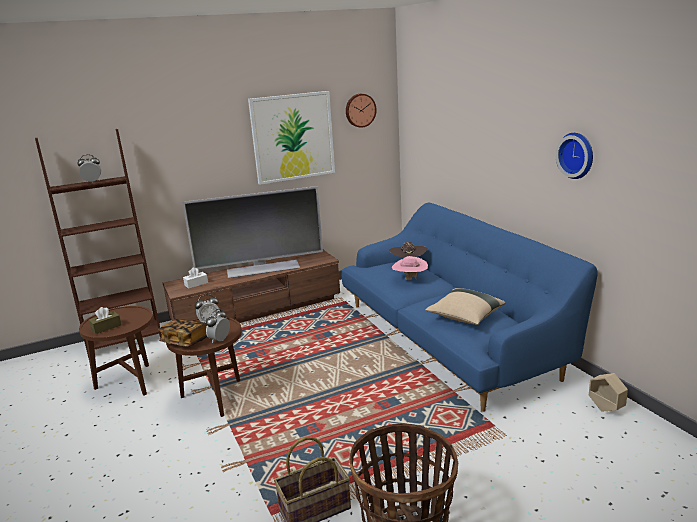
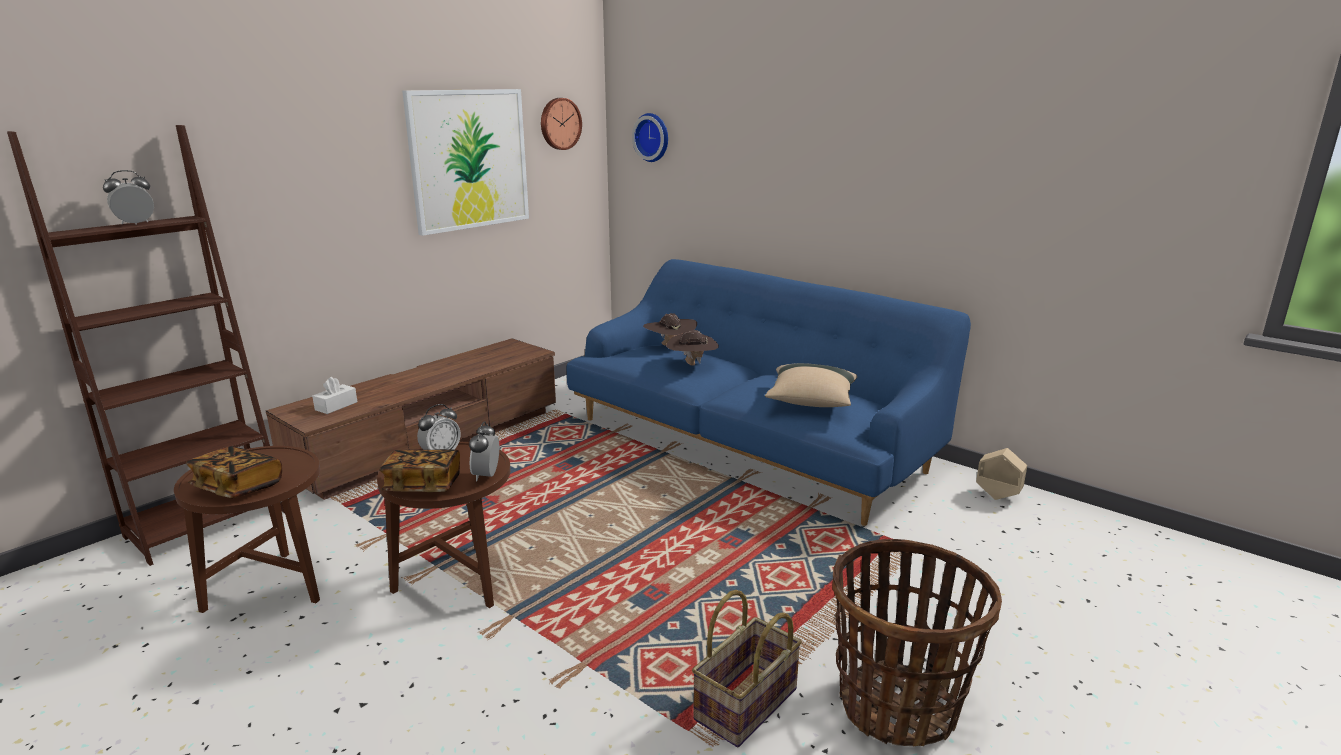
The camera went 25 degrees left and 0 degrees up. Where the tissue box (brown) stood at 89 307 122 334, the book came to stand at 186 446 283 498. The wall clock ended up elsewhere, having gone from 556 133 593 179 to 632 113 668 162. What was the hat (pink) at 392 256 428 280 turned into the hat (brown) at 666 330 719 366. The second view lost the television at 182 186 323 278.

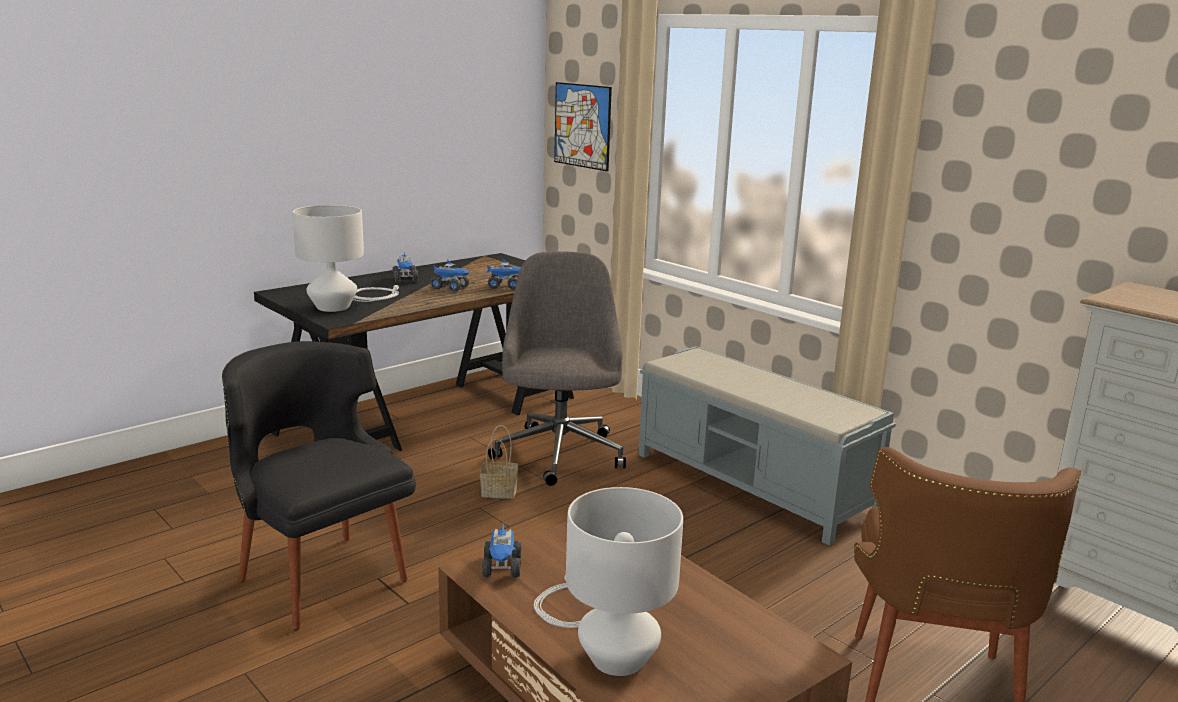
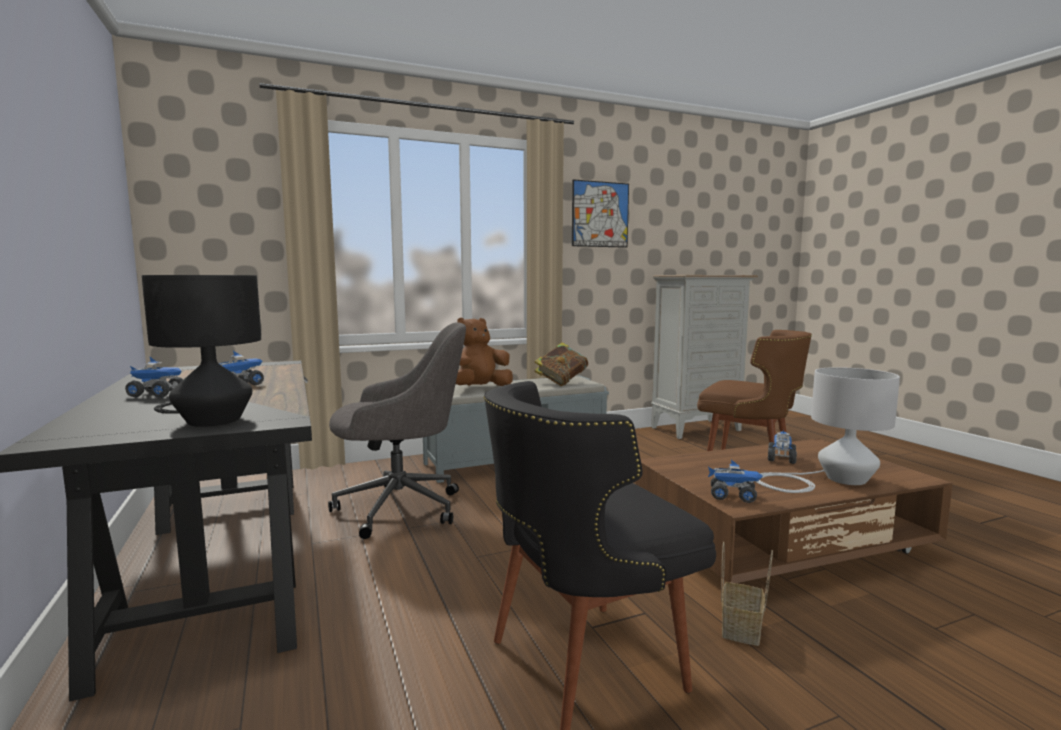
The camera went 70 degrees left and 10 degrees down. What was the table lamp (white) at 292 205 399 312 turned into the table lamp (black) at 142 275 261 427. The office chair (grey) at 488 251 626 486 ended up facing another way, 150 degrees clockwise from before. The second view gained the plush toy (brown) at 456 317 513 386. The second view gained the book at 534 342 588 386. The picture ended up elsewhere, having gone from 554 82 612 171 to 572 179 629 248. The basket ended up elsewhere, having gone from 480 425 518 499 to 721 542 773 646. The toy truck ended up elsewhere, having gone from 487 258 521 290 to 768 430 797 464.

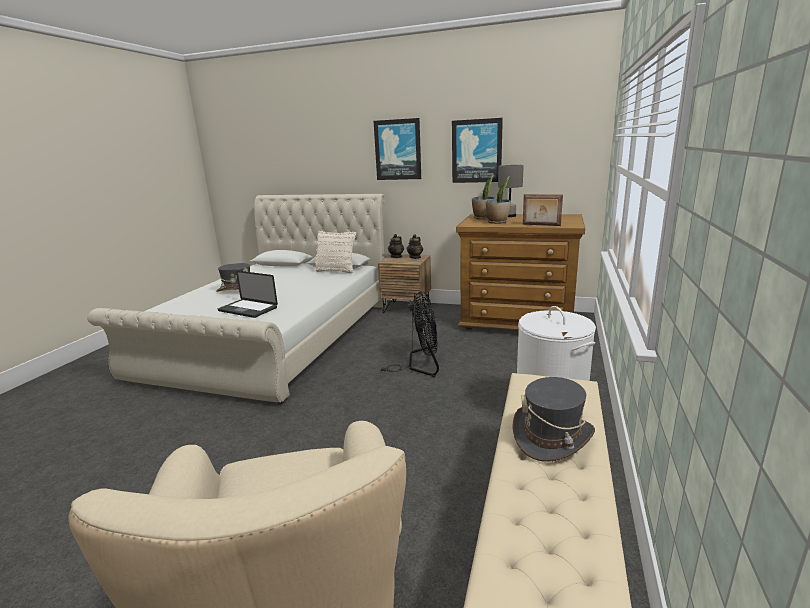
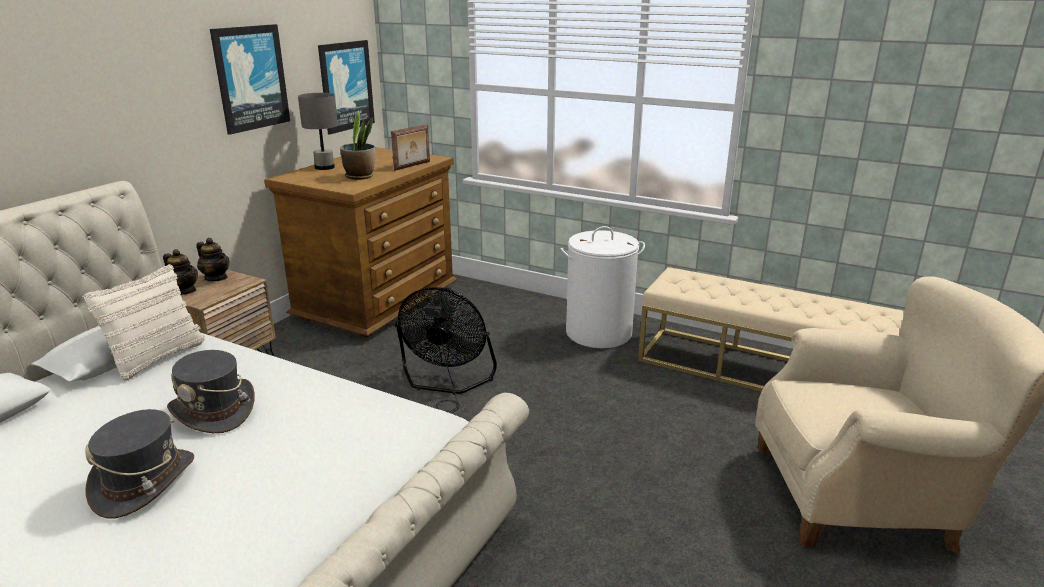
The camera went 80 degrees left and 5 degrees up. The hat (grey) ended up elsewhere, having gone from 513 377 595 462 to 167 350 255 433. The picture ended up elsewhere, having gone from 374 118 421 180 to 318 40 375 135. The second view lost the laptop at 218 271 278 318. The second view lost the potted plant at 472 174 495 220.

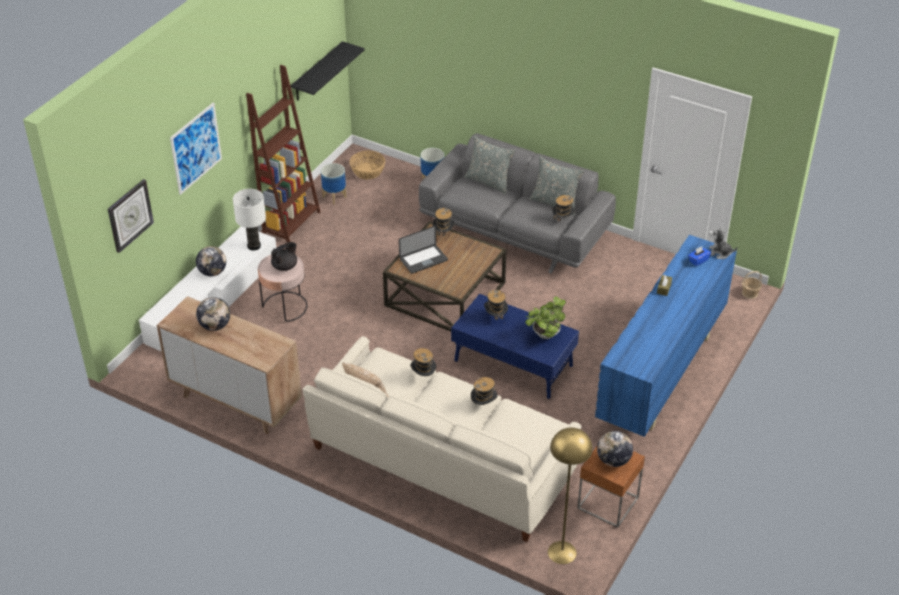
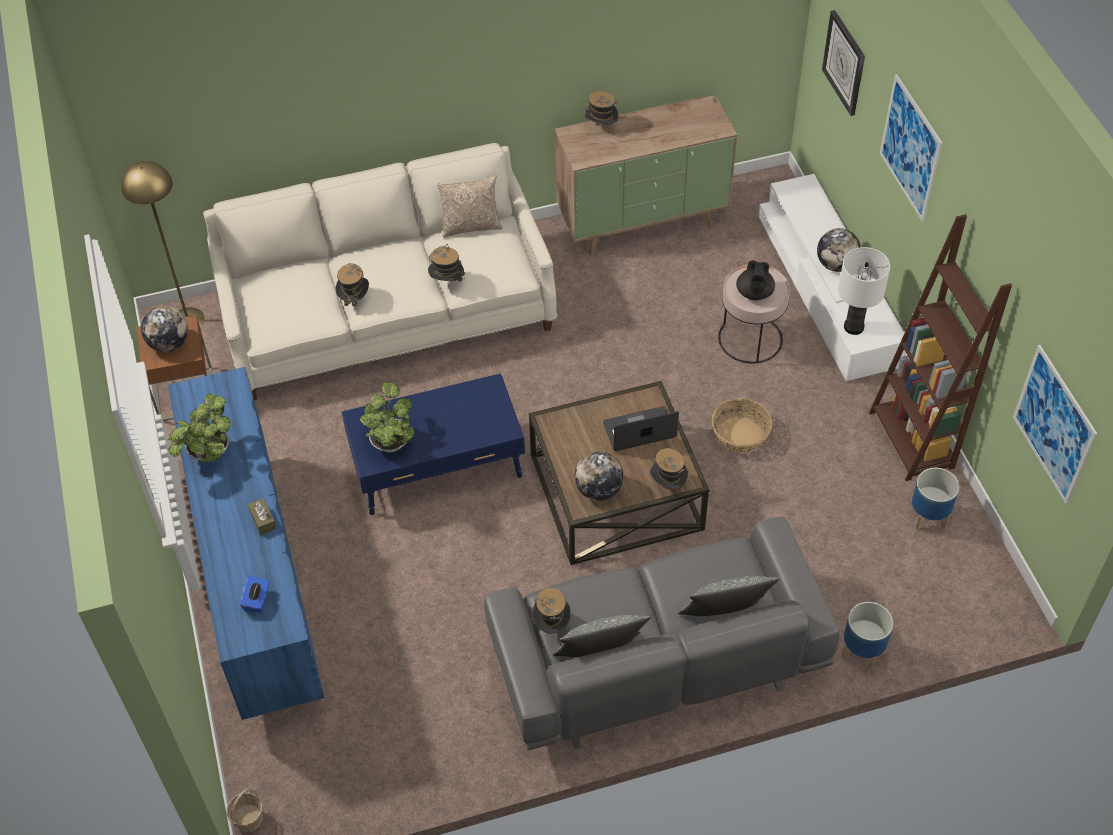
The camera went 135 degrees right and 10 degrees up. The second view gained the potted plant at 168 394 231 463. The globe ended up elsewhere, having gone from 196 297 230 331 to 574 452 623 501. The hat ended up elsewhere, having gone from 484 290 508 320 to 584 91 618 127. The laptop at 399 226 448 274 ended up facing another way, 60 degrees clockwise from before. The basket ended up elsewhere, having gone from 349 151 385 179 to 712 398 772 453. Where the shelf (black) hung at 291 41 365 101, the picture came to hang at 1013 345 1097 504. The second view lost the plush toy at 709 226 738 259.

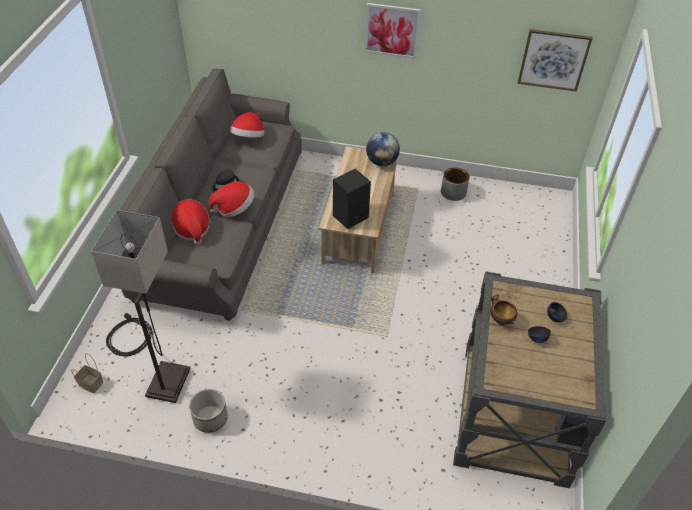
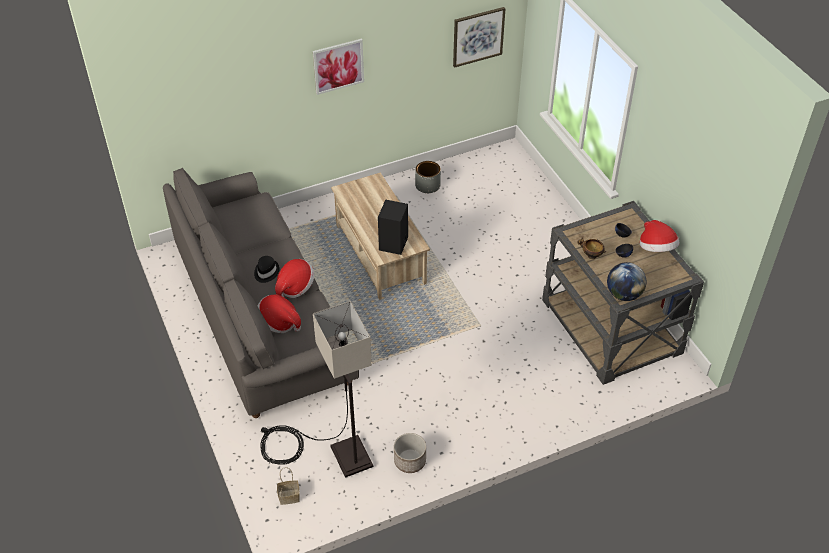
The camera went 35 degrees left and 0 degrees up. The globe ended up elsewhere, having gone from 366 132 400 166 to 607 262 646 301. The hat ended up elsewhere, having gone from 230 112 264 138 to 640 220 680 252.

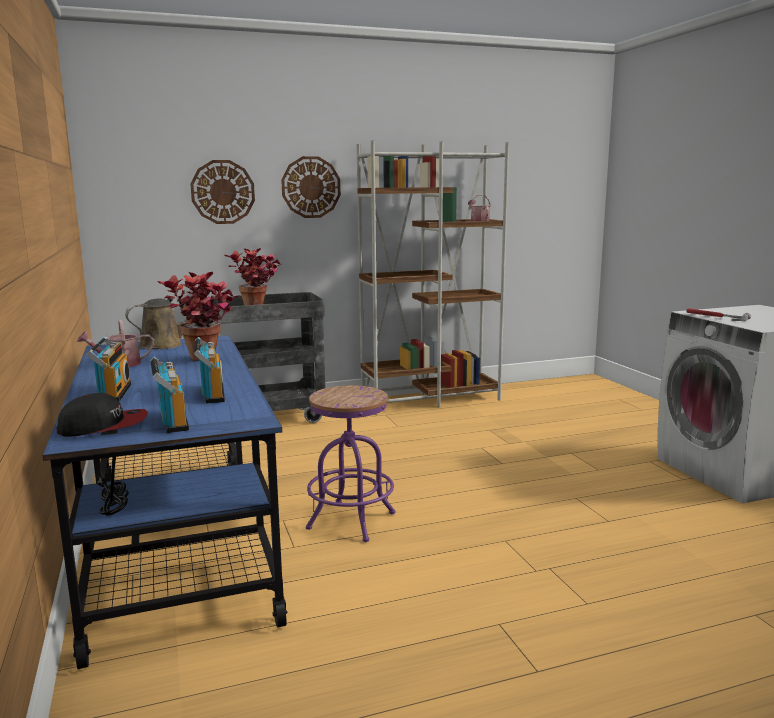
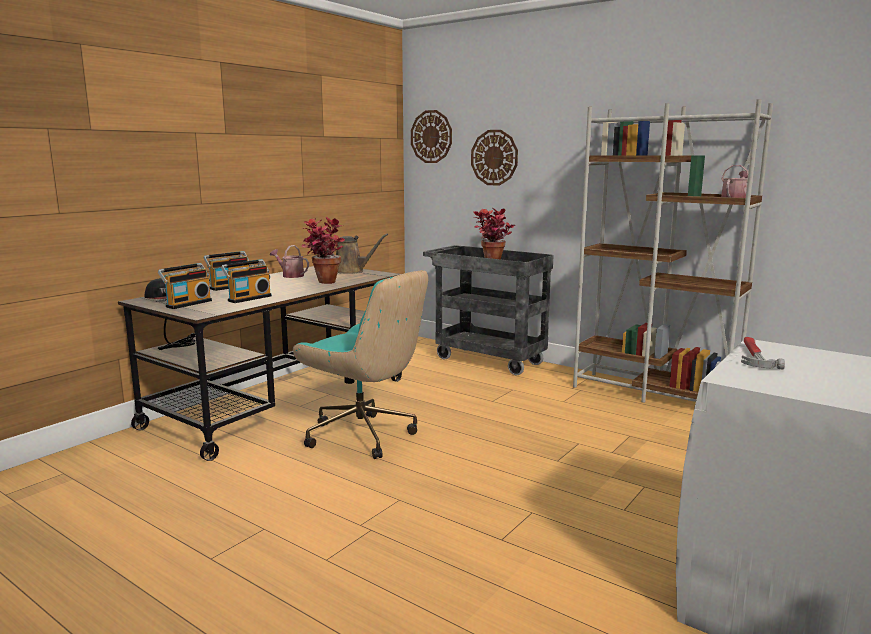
The camera went 55 degrees right and 0 degrees up. What was the desk (blue) at 42 335 287 669 turned into the desk (brown) at 118 266 402 461. Where the stool (purple) stood at 306 385 395 542, the office chair (turquoise) came to stand at 293 270 428 459. The wall clock ended up elsewhere, having gone from 281 156 341 218 to 411 110 452 163.

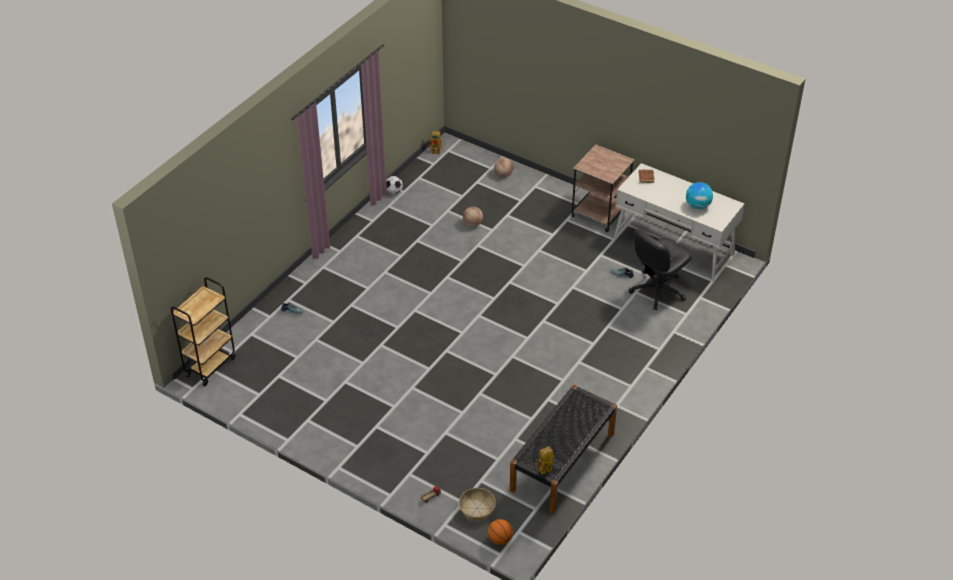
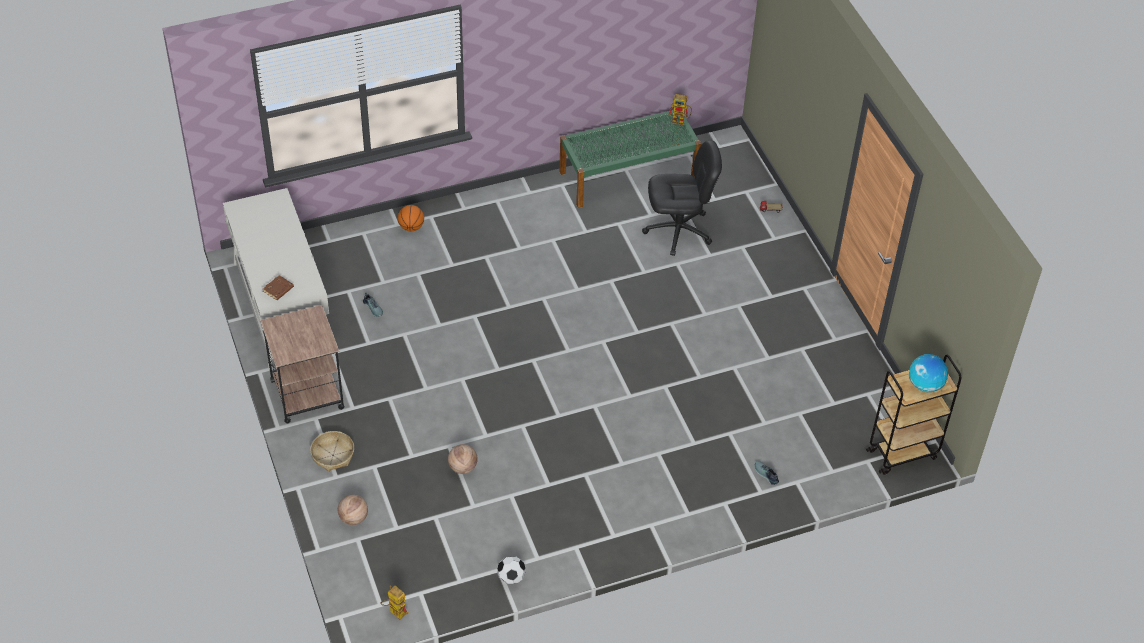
The camera went 145 degrees left and 5 degrees up. The basket ended up elsewhere, having gone from 459 488 496 521 to 310 431 354 471. The basketball ended up elsewhere, having gone from 488 519 513 545 to 398 205 424 231. What was the bench (black) at 509 384 617 514 turned into the bench (green) at 559 110 701 208. The office chair (black) ended up elsewhere, having gone from 629 229 691 310 to 642 140 722 256. The globe ended up elsewhere, having gone from 686 182 713 209 to 909 354 948 392.

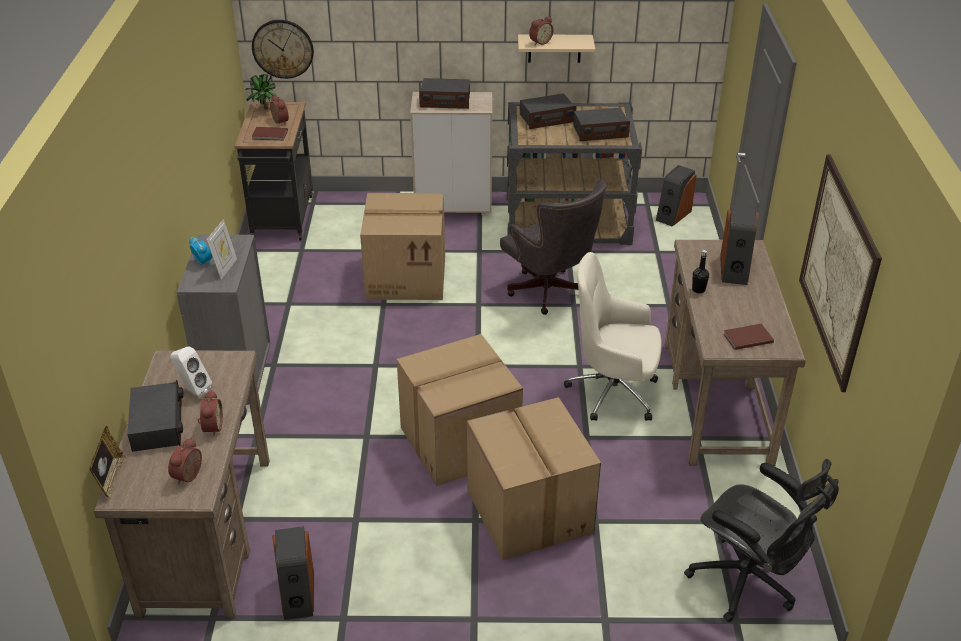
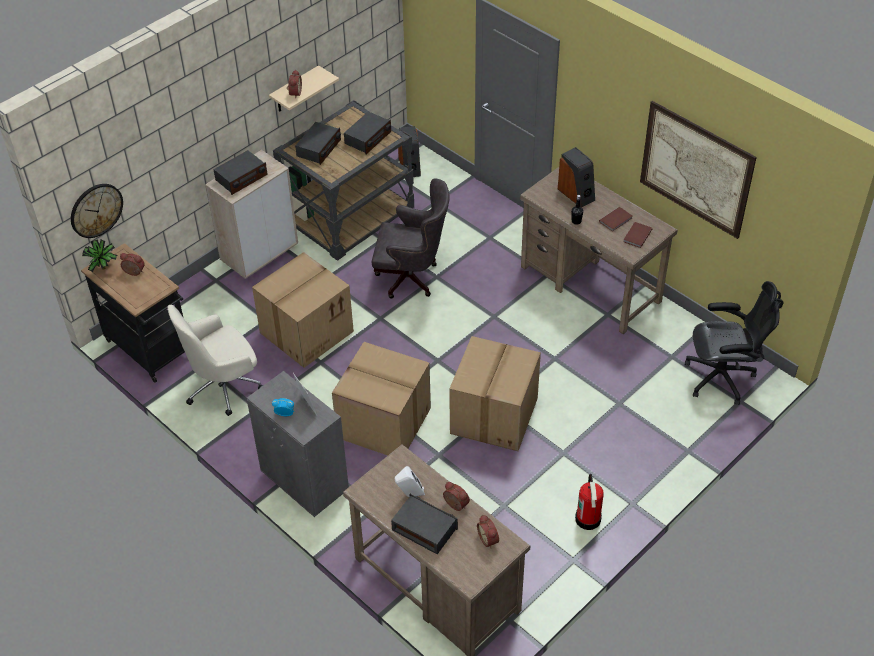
The camera went 45 degrees left and 10 degrees up. The office chair (beige) ended up elsewhere, having gone from 564 252 662 421 to 168 305 263 416. The cardboard box ended up elsewhere, having gone from 467 397 601 560 to 332 342 431 455. The second view gained the fire extinguisher at 575 474 604 530. The book (brown) ended up elsewhere, having gone from 252 127 288 141 to 599 207 632 232. The second view lost the picture frame at 89 426 126 499. The second view lost the speaker at 272 526 314 620.

